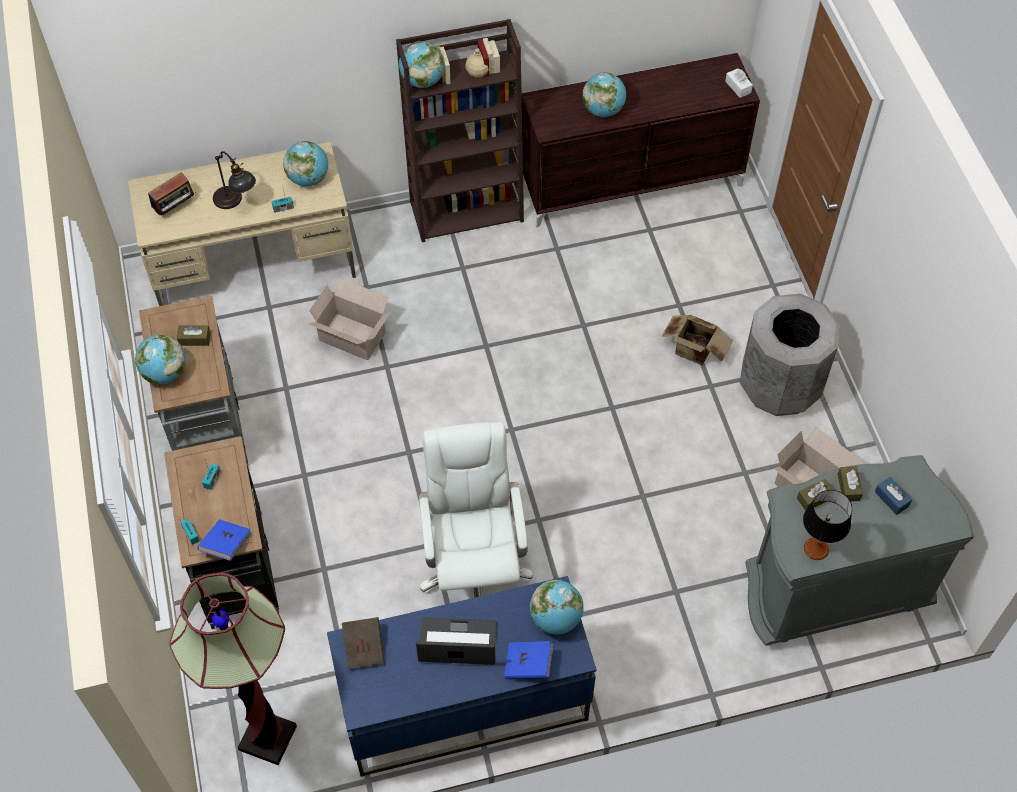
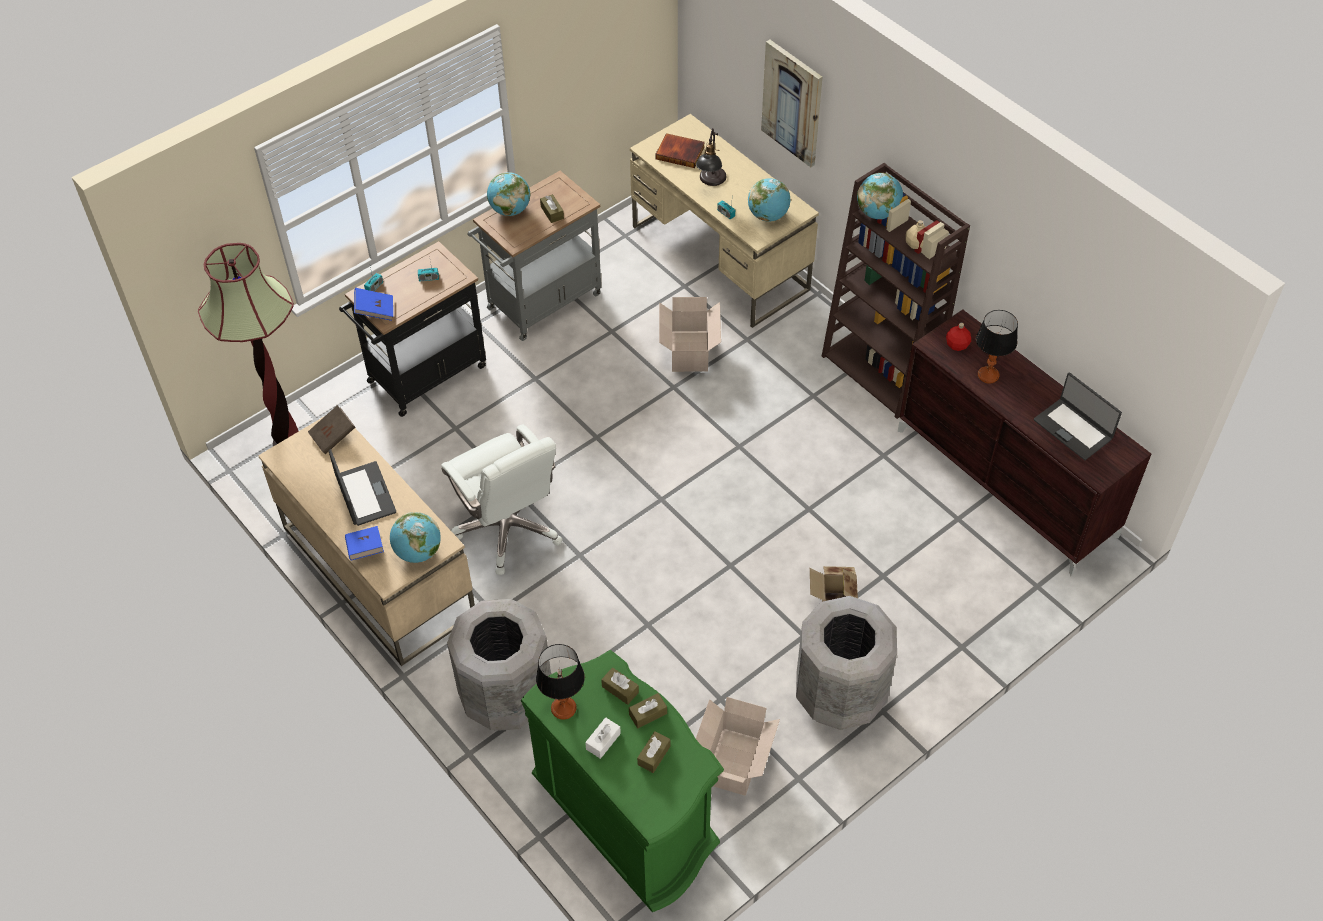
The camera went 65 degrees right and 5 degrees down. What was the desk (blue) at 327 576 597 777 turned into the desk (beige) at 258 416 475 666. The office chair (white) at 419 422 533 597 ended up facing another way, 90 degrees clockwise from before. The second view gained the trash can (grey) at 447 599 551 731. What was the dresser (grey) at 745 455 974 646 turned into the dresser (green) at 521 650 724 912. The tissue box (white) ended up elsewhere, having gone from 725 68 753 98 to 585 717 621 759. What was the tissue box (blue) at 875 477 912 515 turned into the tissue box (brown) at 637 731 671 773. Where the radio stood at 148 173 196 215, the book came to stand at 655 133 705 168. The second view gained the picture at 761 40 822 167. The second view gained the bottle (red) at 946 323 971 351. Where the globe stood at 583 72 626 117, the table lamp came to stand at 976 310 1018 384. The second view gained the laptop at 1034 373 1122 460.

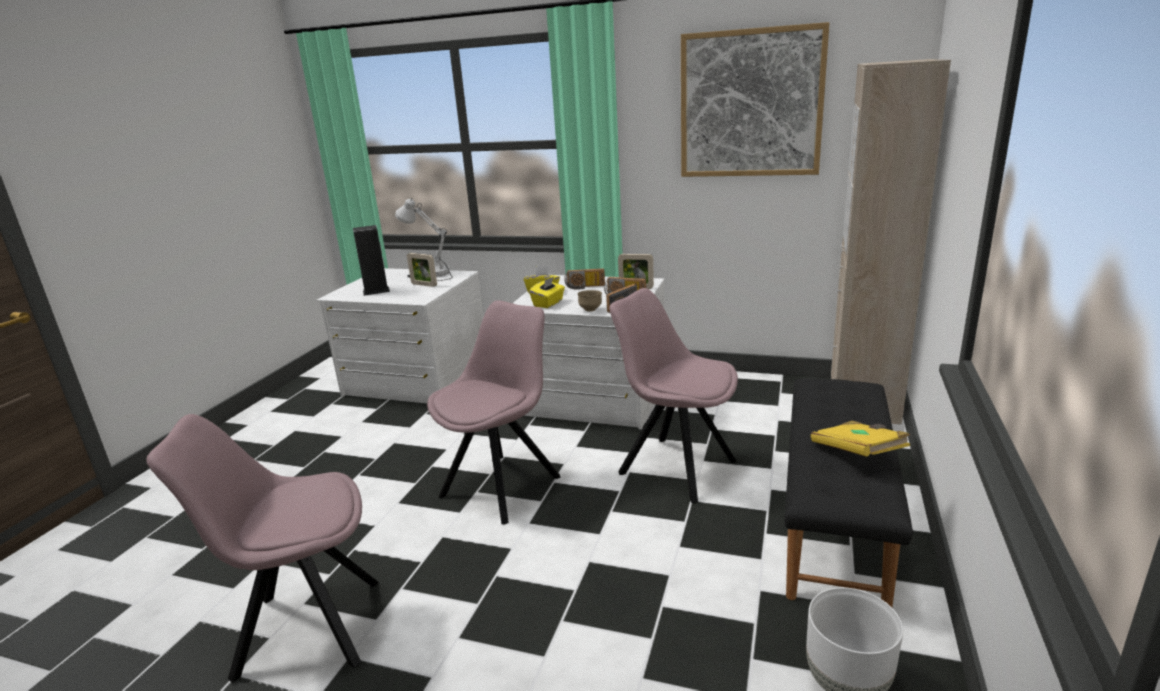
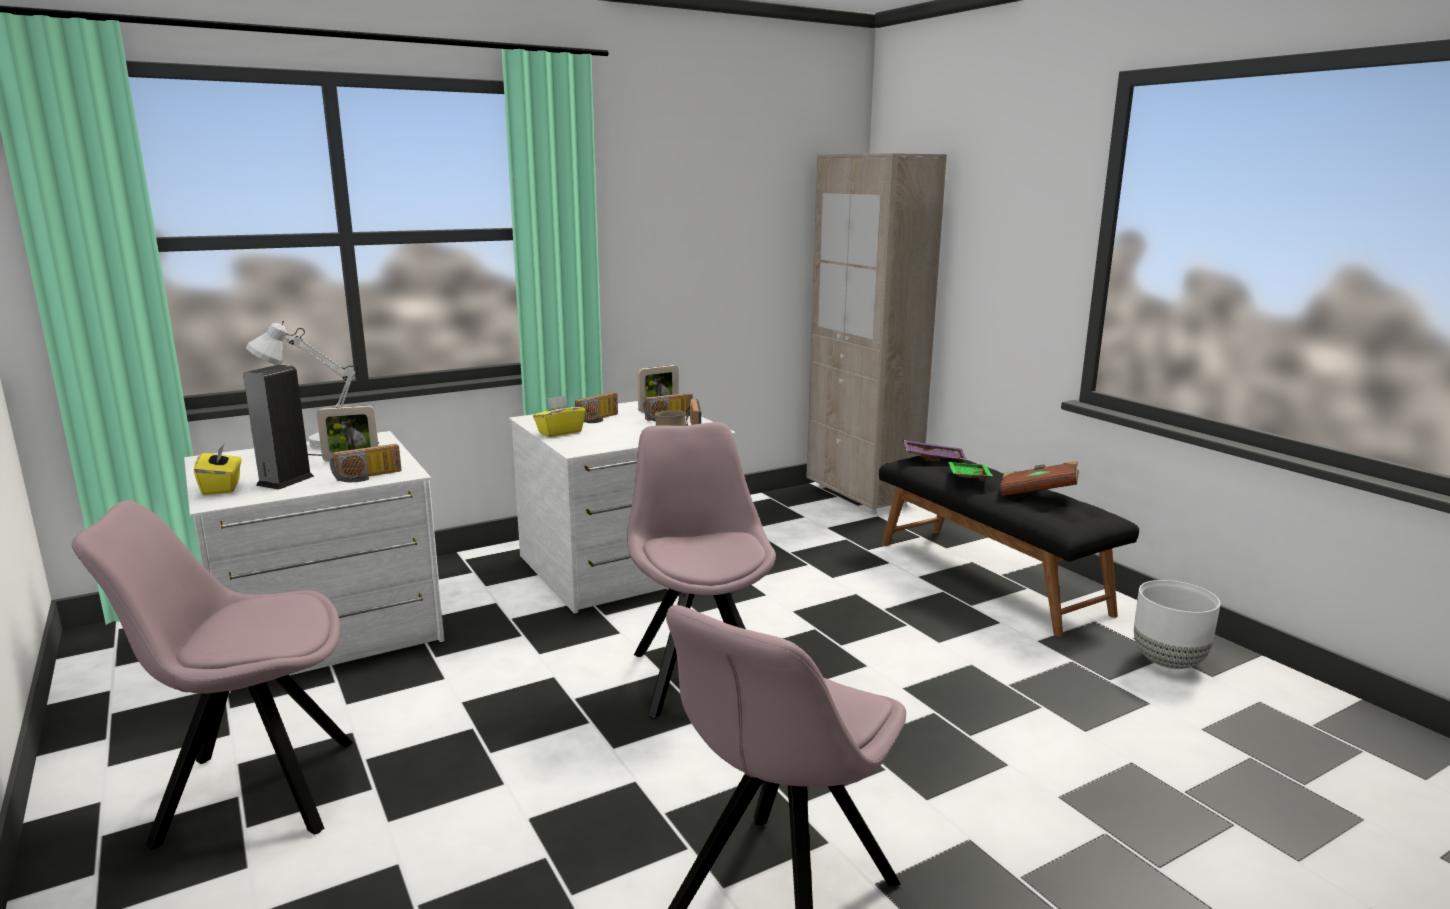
The camera went 50 degrees left and 5 degrees down. The chair (pink) ended up elsewhere, having gone from 609 288 738 503 to 72 500 353 850. The tissue box (yellow) ended up elsewhere, having gone from 529 276 565 308 to 194 443 241 495. The second view gained the radio at 330 444 401 482. The second view gained the tray (purple) at 903 440 967 462. The second view gained the tray (green) at 948 462 993 480. What was the book (yellow) at 811 421 910 457 turned into the book (brown) at 1000 461 1079 496. The second view lost the picture at 681 22 830 177.

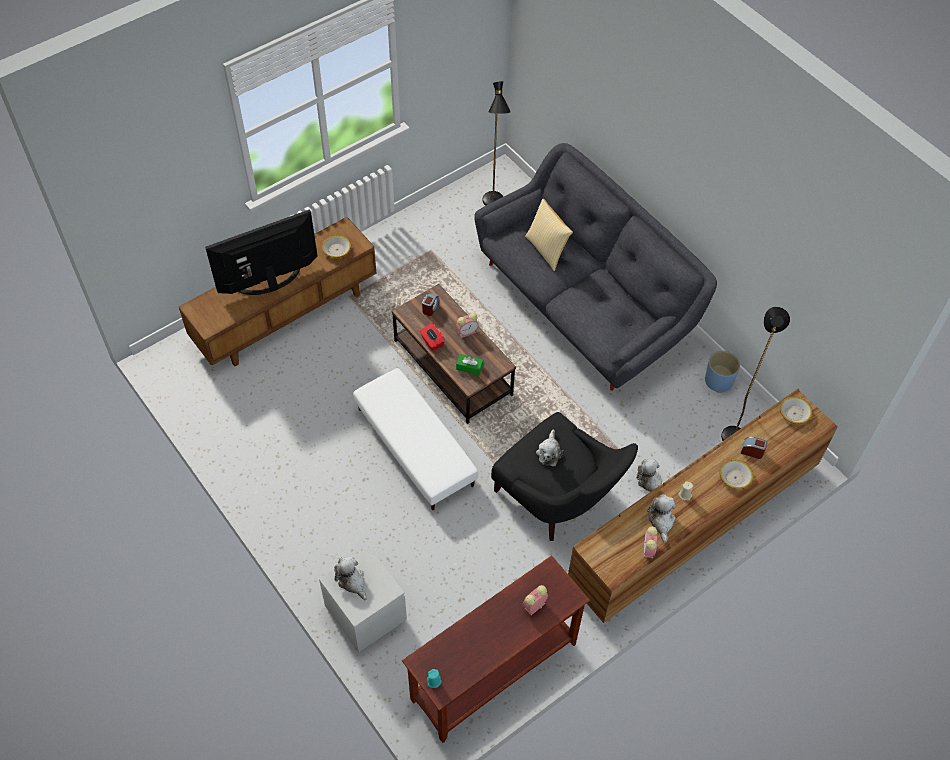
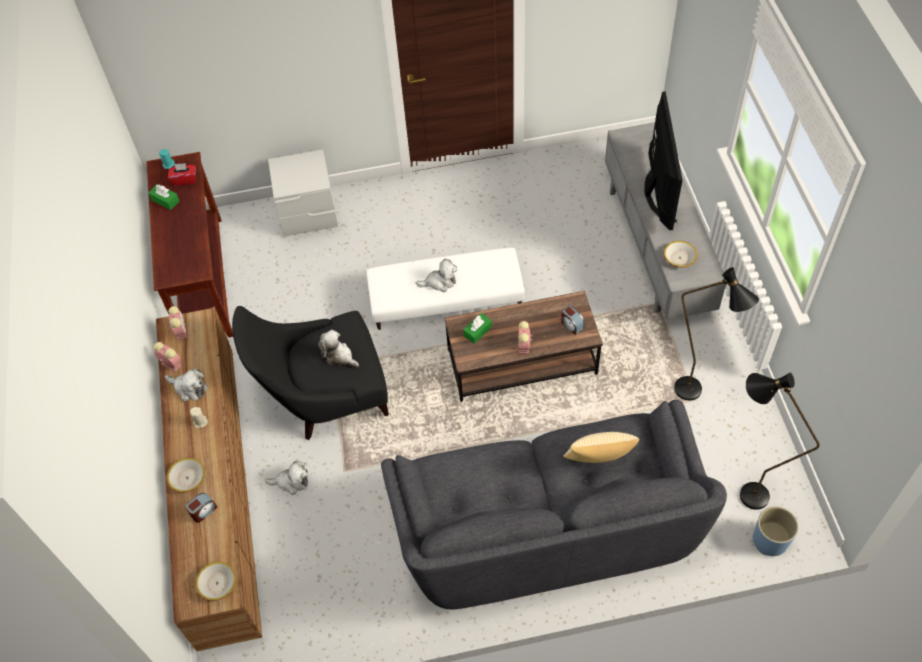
The camera went 120 degrees right and 0 degrees up. The second view gained the tissue box (green) at 148 184 179 210. The tissue box (red) ended up elsewhere, having gone from 420 323 445 351 to 168 163 196 186. The alarm clock ended up elsewhere, having gone from 523 585 548 615 to 168 306 187 340. The plush toy ended up elsewhere, having gone from 334 557 367 600 to 416 259 458 292. What was the tv stand (brown) at 179 217 376 366 turned into the tv stand (grey) at 605 122 726 320. The floor lamp (black) ended up elsewhere, having gone from 721 307 790 441 to 674 267 759 400. The planter (blue) ended up elsewhere, having gone from 705 351 740 393 to 753 506 798 556.

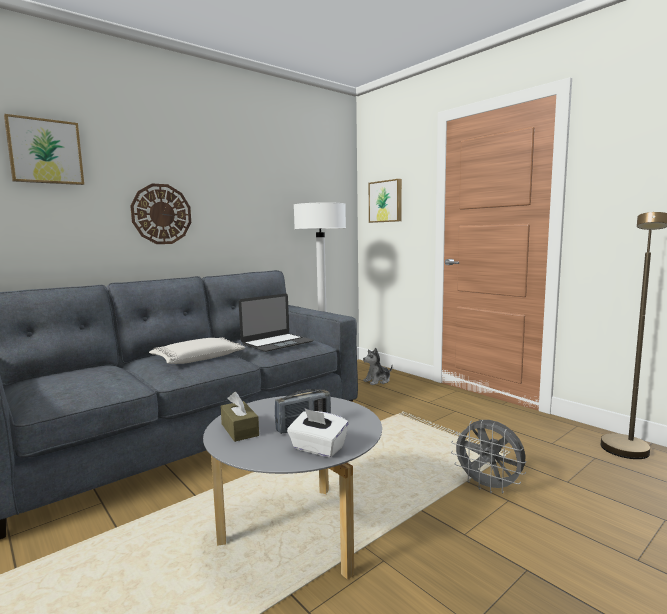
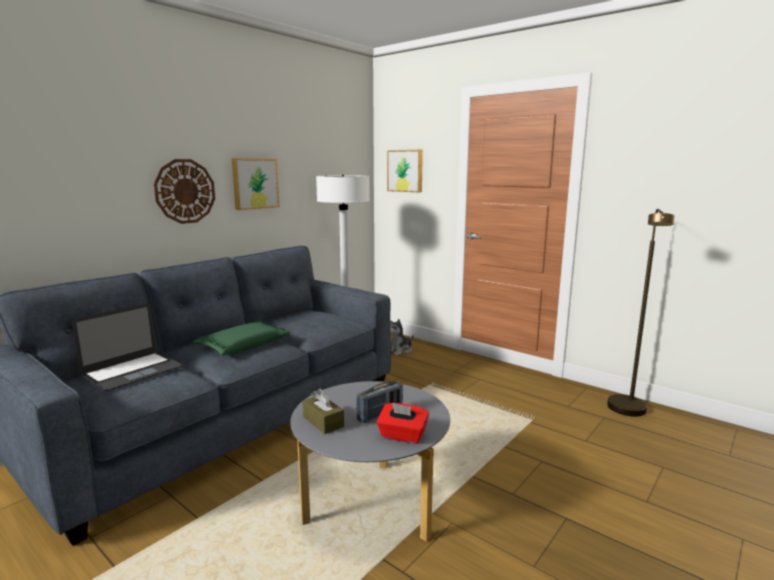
The camera went 10 degrees left and 5 degrees up. The laptop ended up elsewhere, having gone from 239 294 314 352 to 72 303 182 391. What was the pillow (white) at 149 337 245 364 turned into the pillow (green) at 193 321 290 355. The picture ended up elsewhere, having gone from 4 114 84 185 to 232 158 279 210. What was the tissue box (white) at 287 409 349 458 turned into the tissue box (red) at 377 403 429 444. The second view lost the fan (grey) at 451 420 527 494.

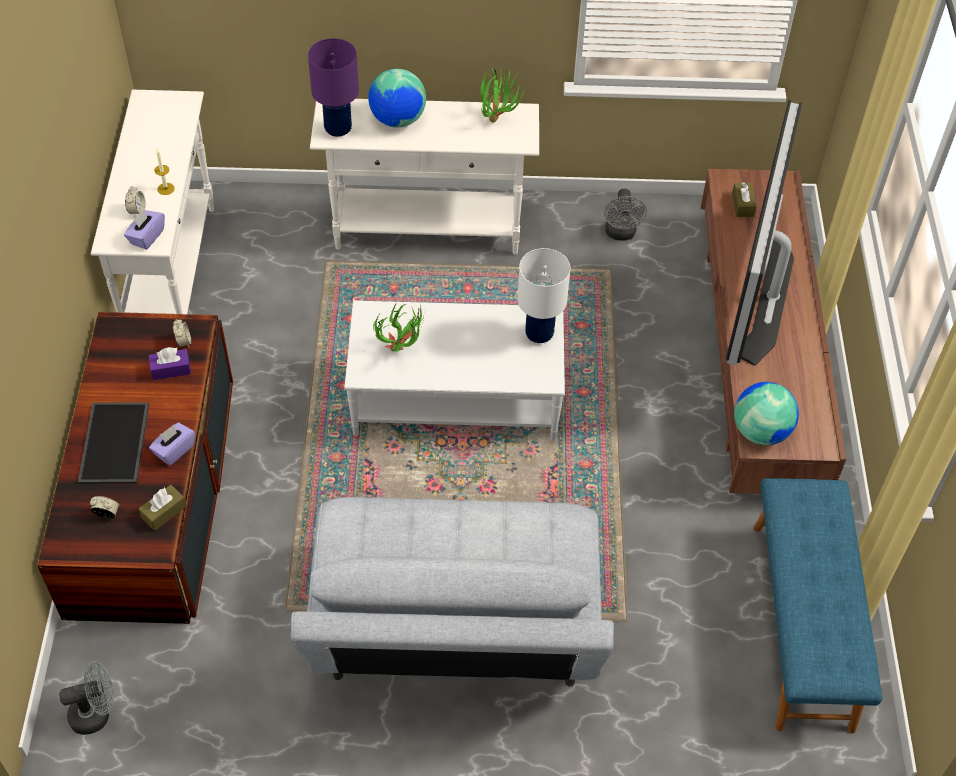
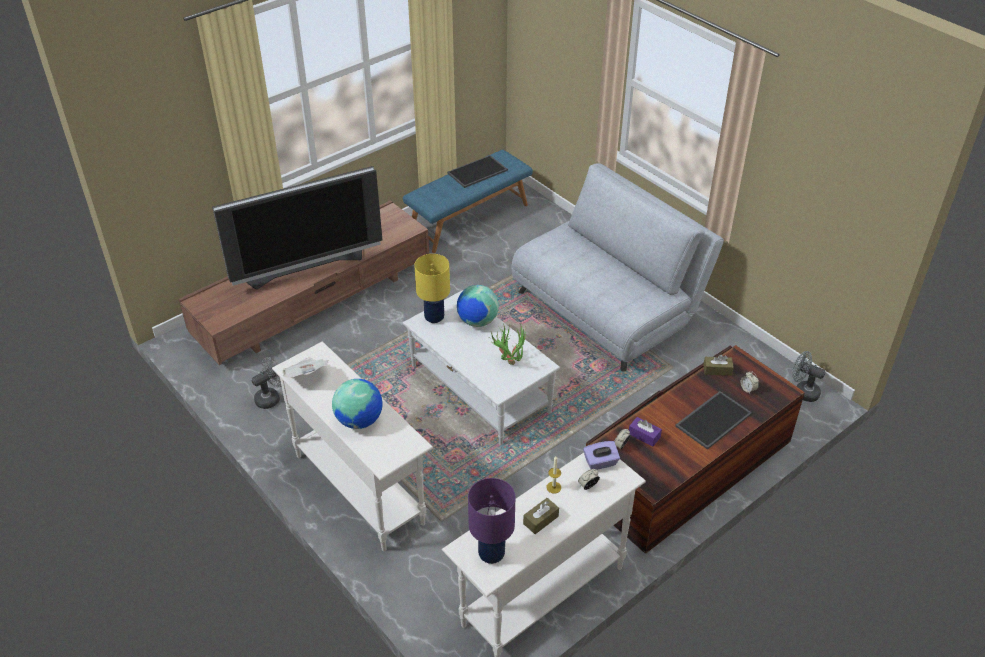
The camera went 130 degrees left and 10 degrees down. Where the potted plant stood at 480 66 526 122, the newspaper came to stand at 282 357 328 378. What was the table lamp (white) at 517 248 571 343 turned into the table lamp (yellow) at 414 254 450 323. The second view gained the tray at 447 155 508 188. The globe ended up elsewhere, having gone from 734 382 799 445 to 457 285 499 327. The table lamp (purple) ended up elsewhere, having gone from 308 38 359 137 to 468 478 515 564. The tissue box (brown) ended up elsewhere, having gone from 732 182 757 217 to 523 498 559 534. The second view lost the tissue box (purple) at 149 422 195 466.

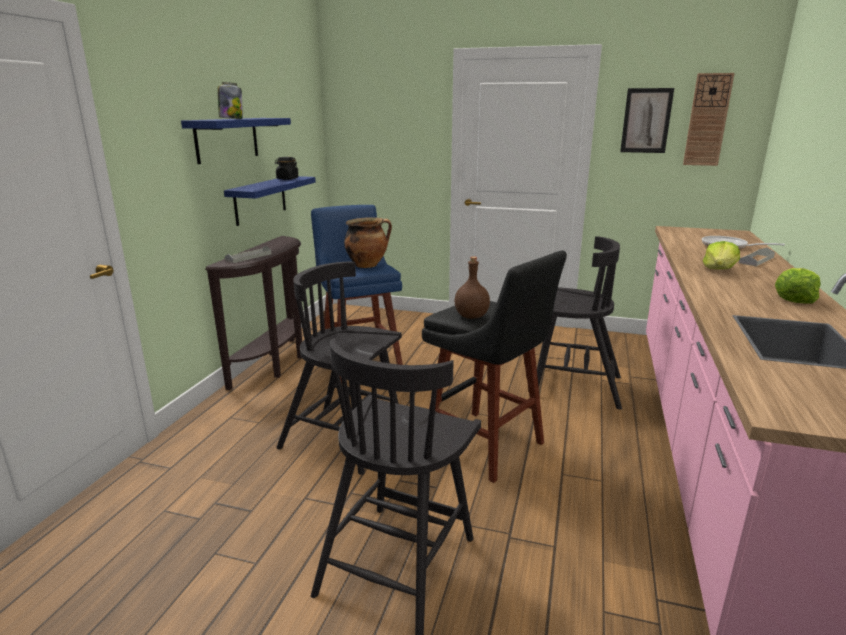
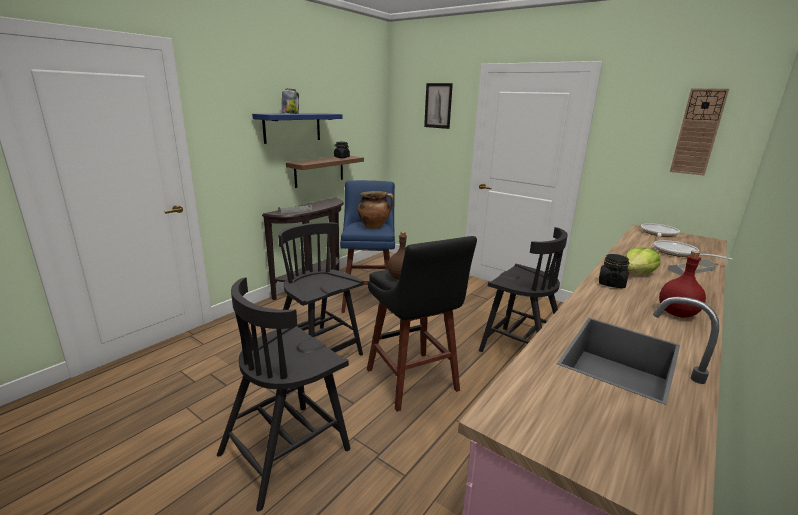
The camera went 20 degrees right and 0 degrees up. What was the shelf (blue) at 224 176 316 226 turned into the shelf (brown) at 286 156 364 188. The picture ended up elsewhere, having gone from 620 88 674 153 to 424 83 453 129. The second view gained the jar (black) at 599 254 629 288. The second view gained the frying pan at 641 223 680 237. Where the lettuce stood at 775 268 821 303, the bottle (red) came to stand at 659 251 706 318.

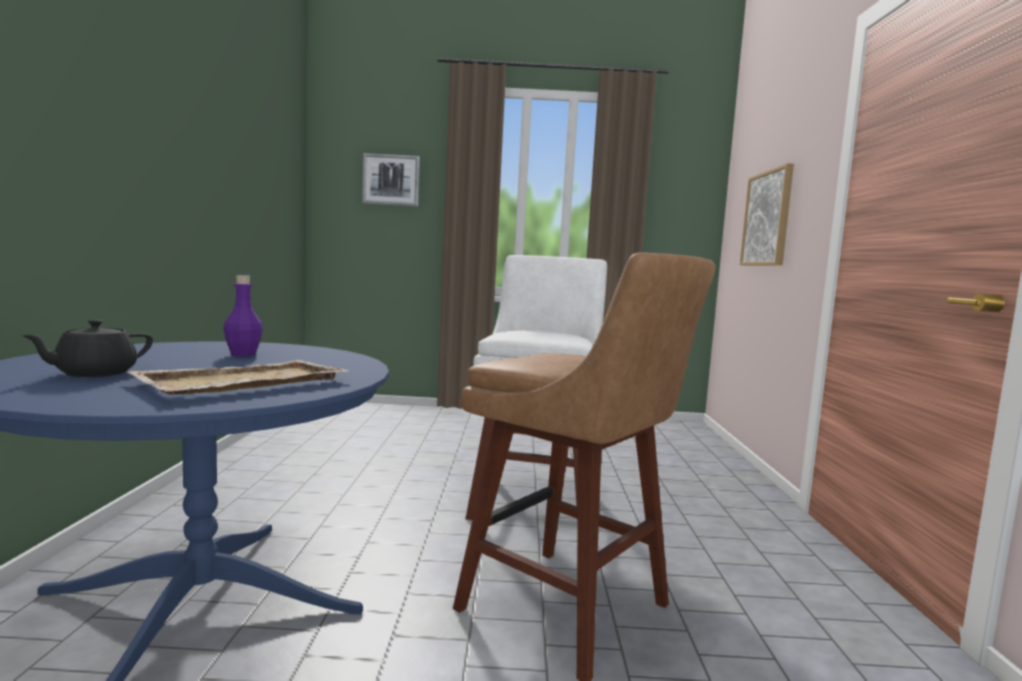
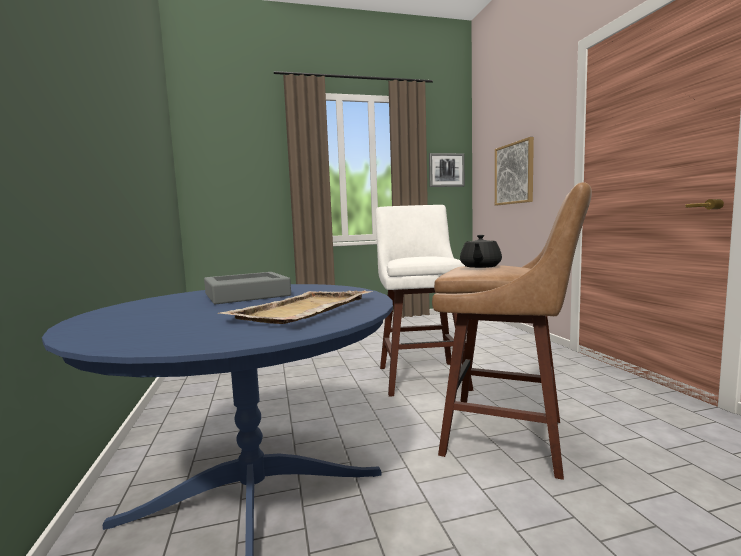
The camera went 15 degrees left and 0 degrees up. Where the bottle (purple) stood at 223 275 263 356, the tray (grey) came to stand at 204 272 291 304. The picture ended up elsewhere, having gone from 362 153 420 206 to 429 153 465 187. The teapot (black) ended up elsewhere, having gone from 21 320 153 377 to 460 235 502 268.

